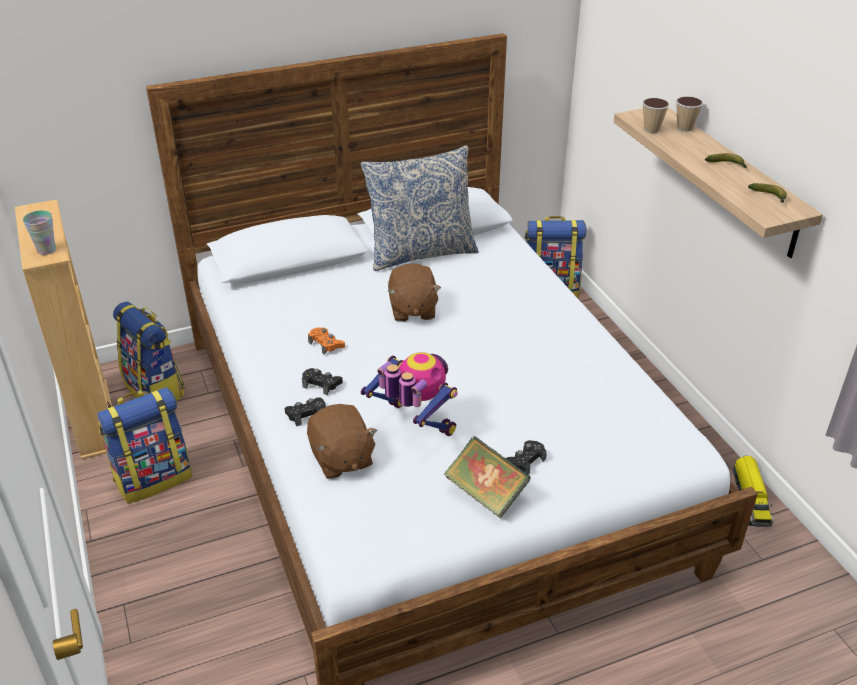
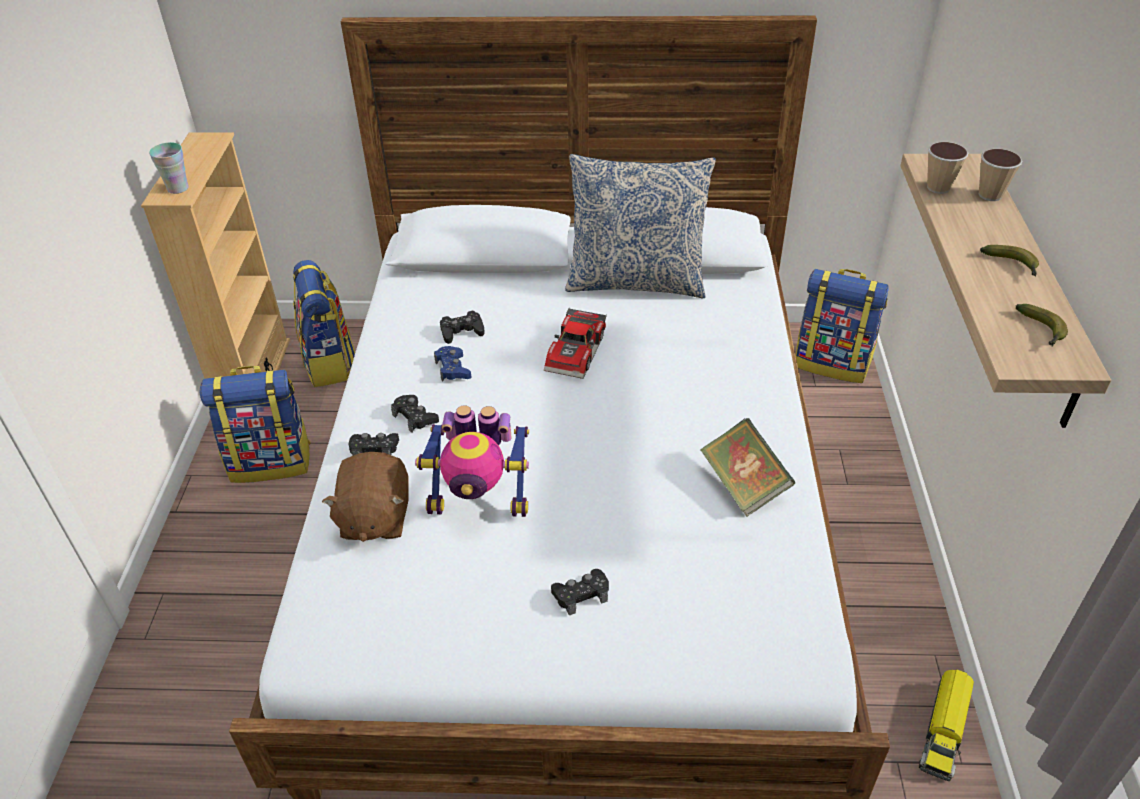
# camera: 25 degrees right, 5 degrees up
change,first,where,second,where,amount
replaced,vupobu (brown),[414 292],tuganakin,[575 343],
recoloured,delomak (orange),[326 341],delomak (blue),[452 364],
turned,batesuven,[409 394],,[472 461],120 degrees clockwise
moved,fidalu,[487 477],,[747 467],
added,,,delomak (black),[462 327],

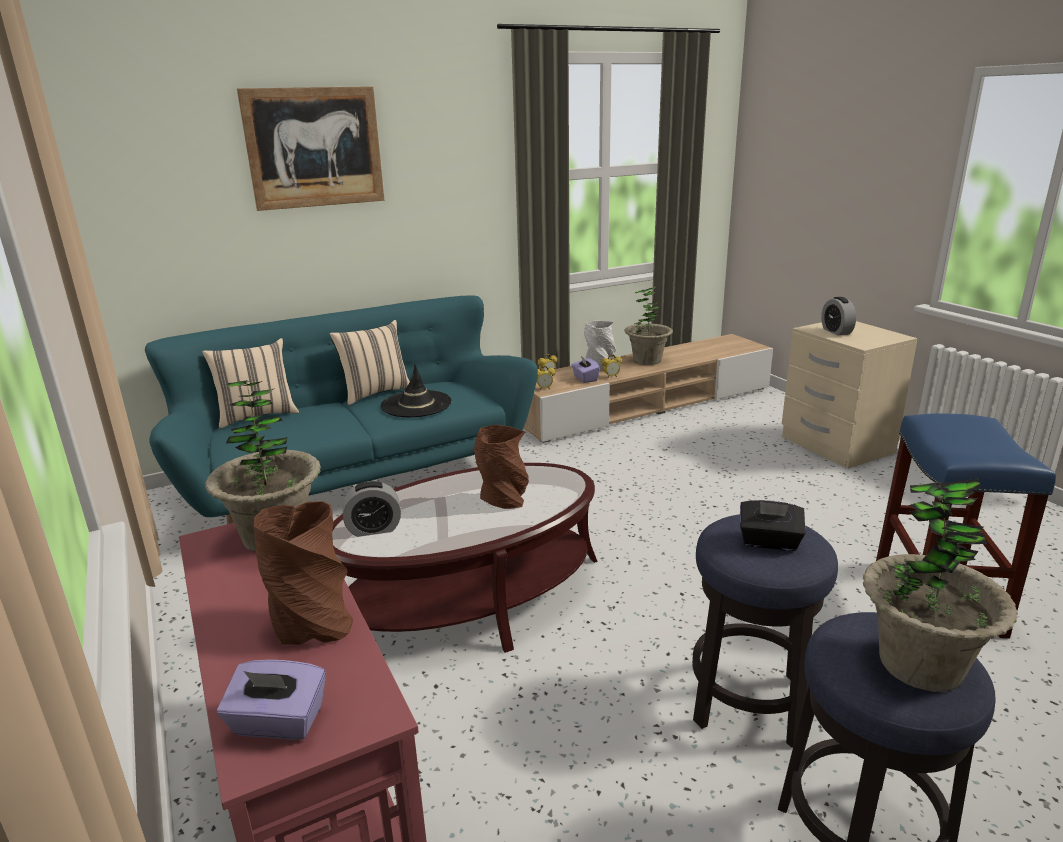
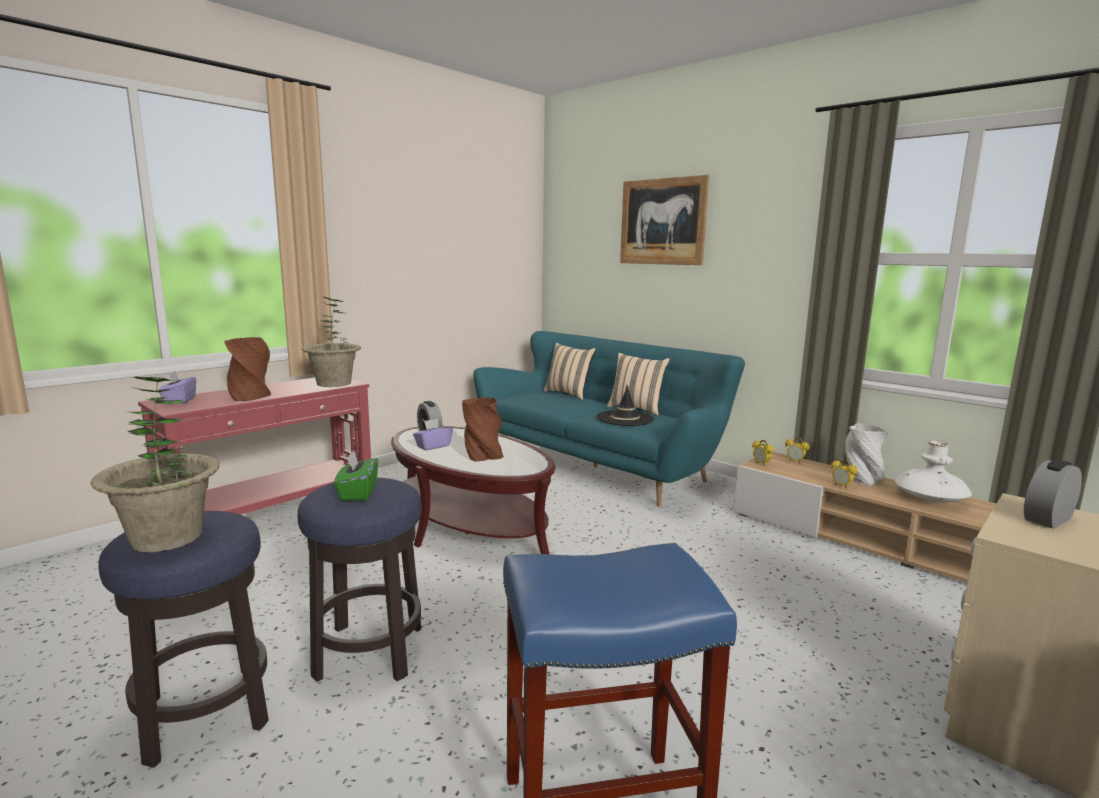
# camera: 70 degrees right, 10 degrees down
change,first,where,second,where,amount
replaced,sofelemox,[649 326],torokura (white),[933 471],
moved,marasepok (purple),[586 369],,[433 434],
recoloured,marasepok (black),[773 525],marasepok (green),[356 475],

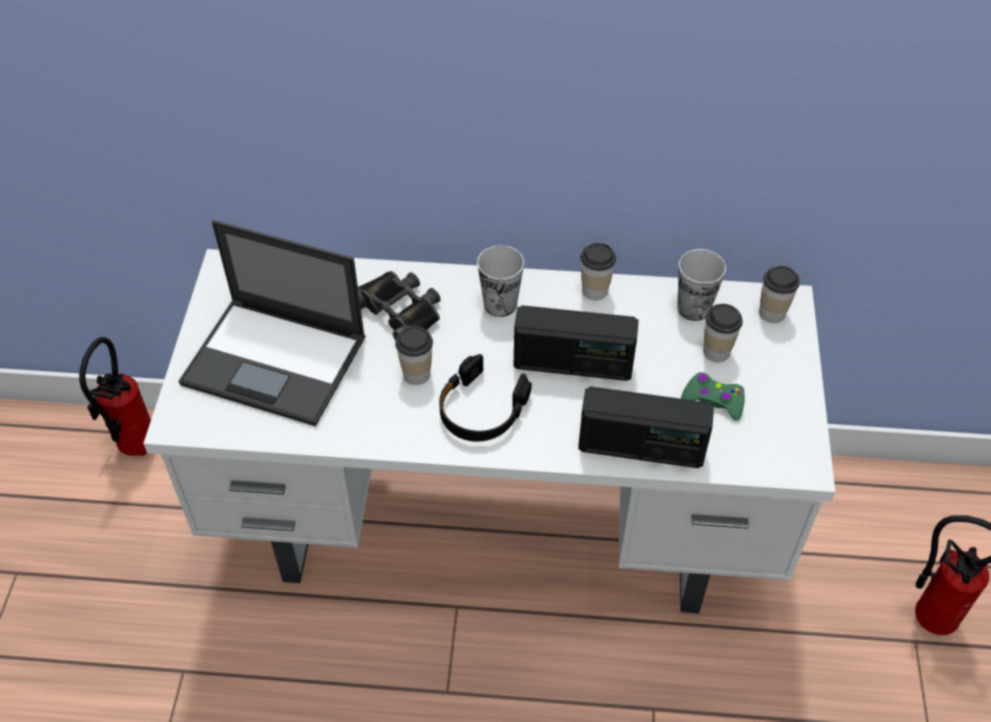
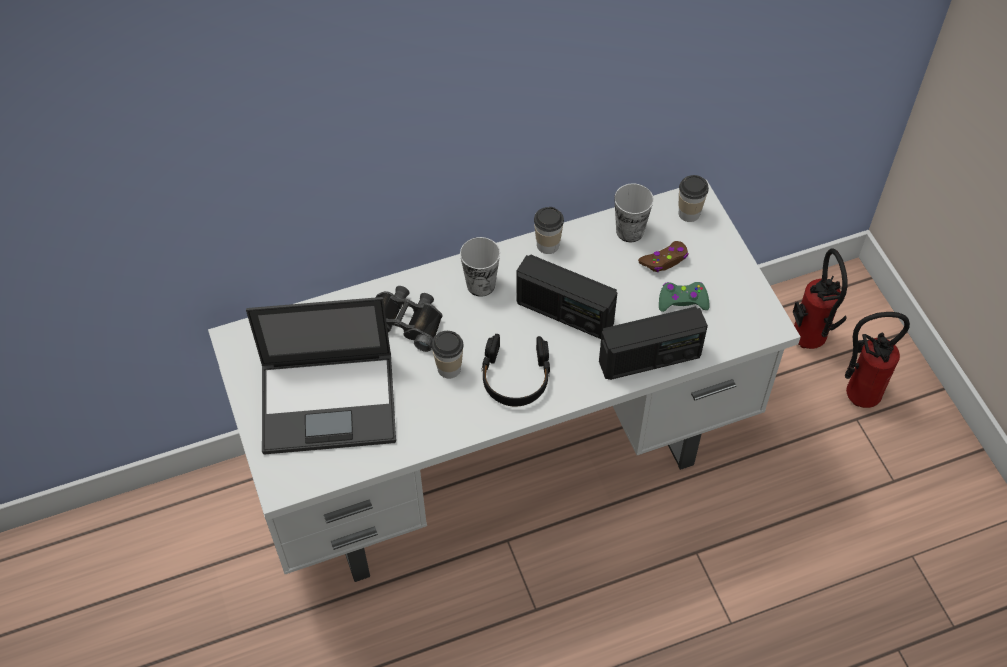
# camera: 25 degrees left, 5 degrees up
change,first,where,second,where,amount
replaced,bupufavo,[723 333],delomak (brown),[663 256],
turned,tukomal,[576 343],,[566 297],45 degrees clockwise
moved,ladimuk,[115 396],,[820 299],

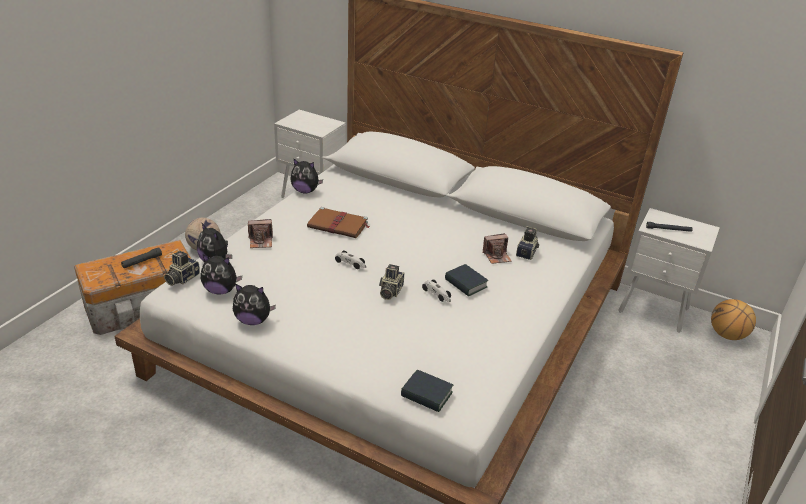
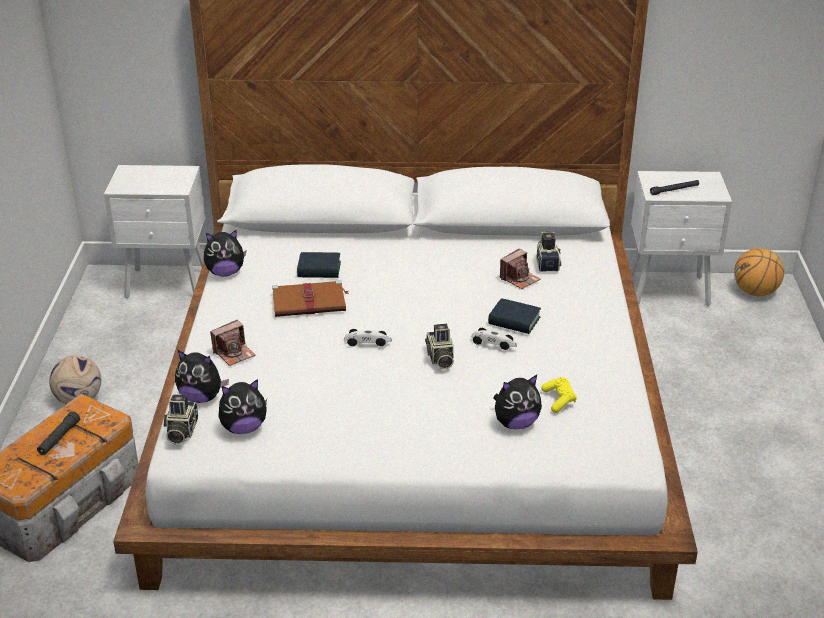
# camera: 25 degrees left, 0 degrees up
change,first,where,second,where,amount
moved,vupobu,[254 304],,[517 402],
moved,fidalu,[427 391],,[319 265],
added,,,delomak (yellow),[559 395],

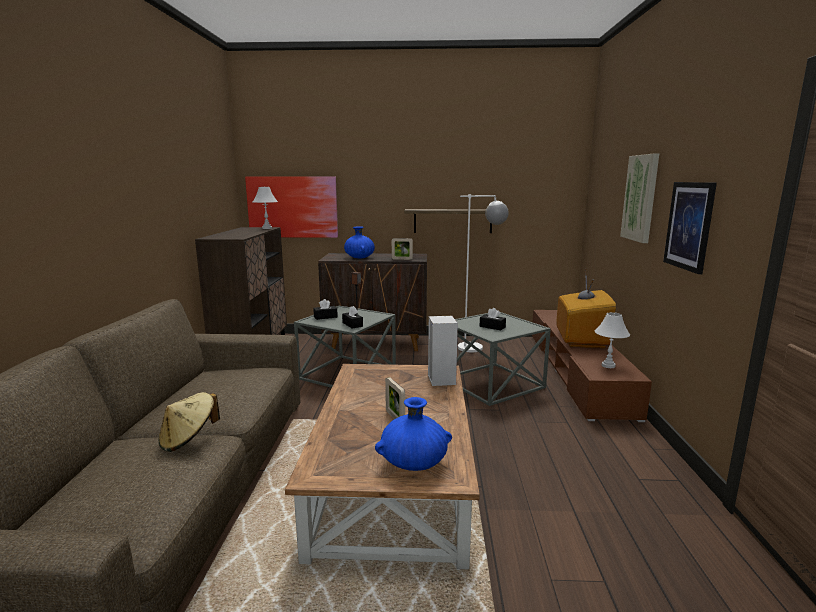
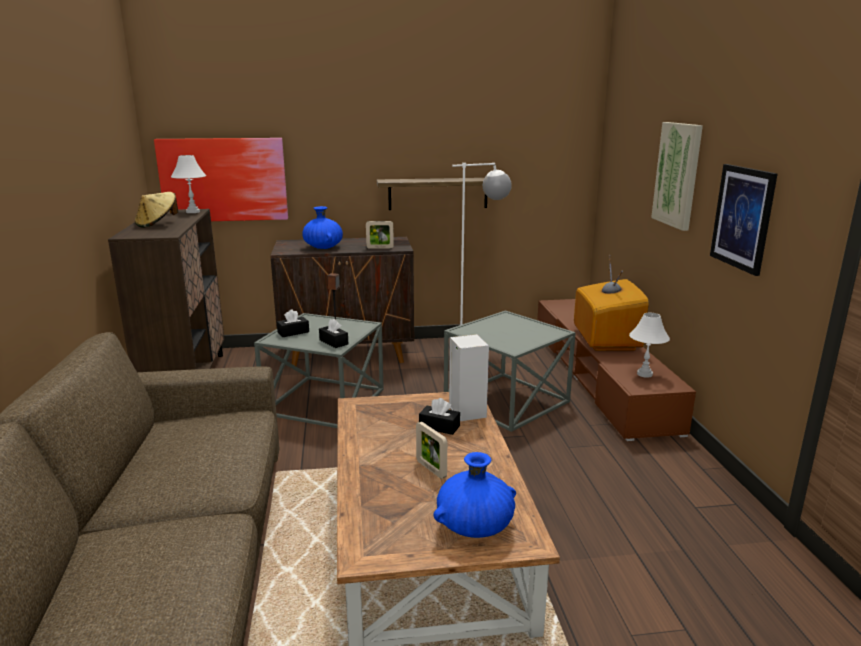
# camera: 10 degrees left, 5 degrees up
change,first,where,second,where,amount
moved,marasepok (black),[493 319],,[439 416],
moved,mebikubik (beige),[189 422],,[156 210],

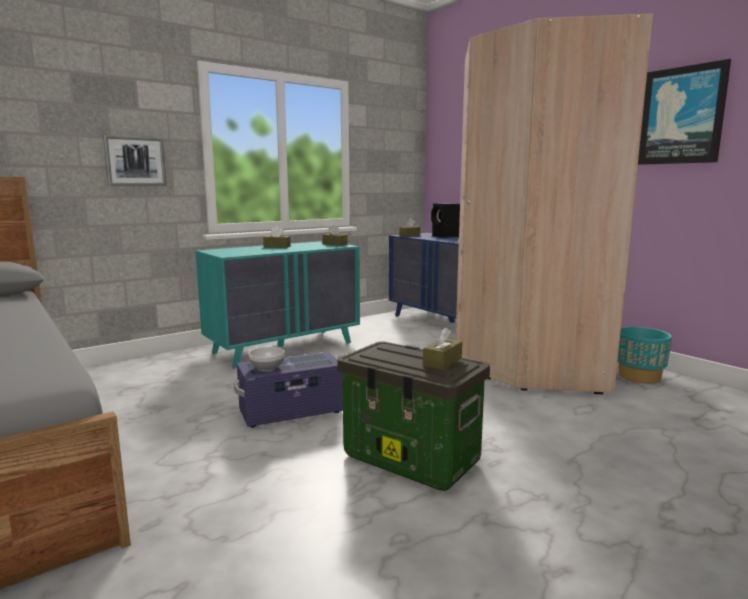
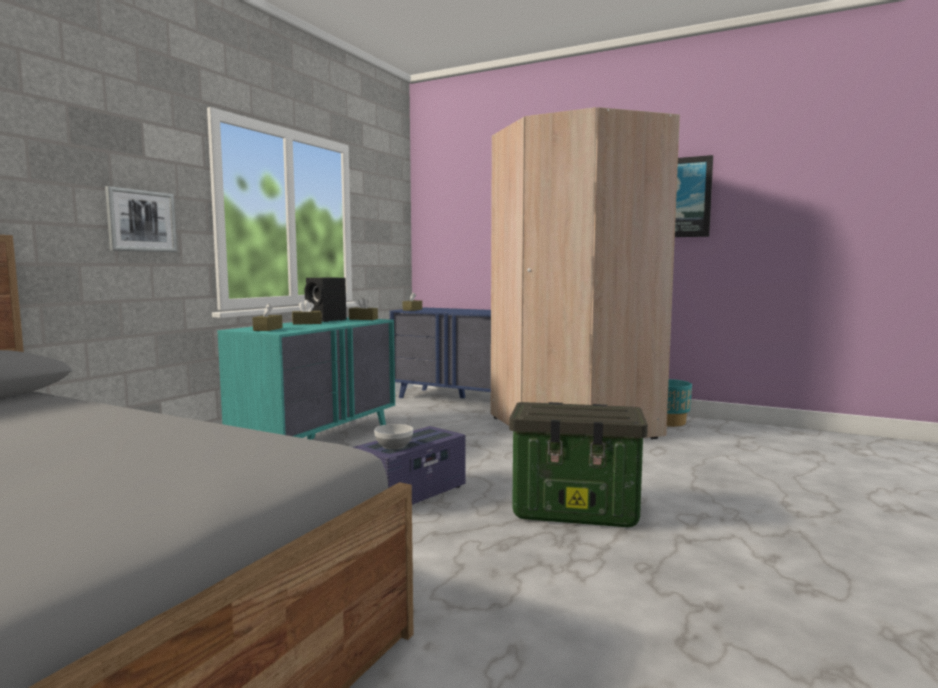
# camera: 25 degrees left, 5 degrees down
change,first,where,second,where,amount
moved,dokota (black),[445 220],,[325 299],
moved,marasepok (brown),[442 348],,[268 317],

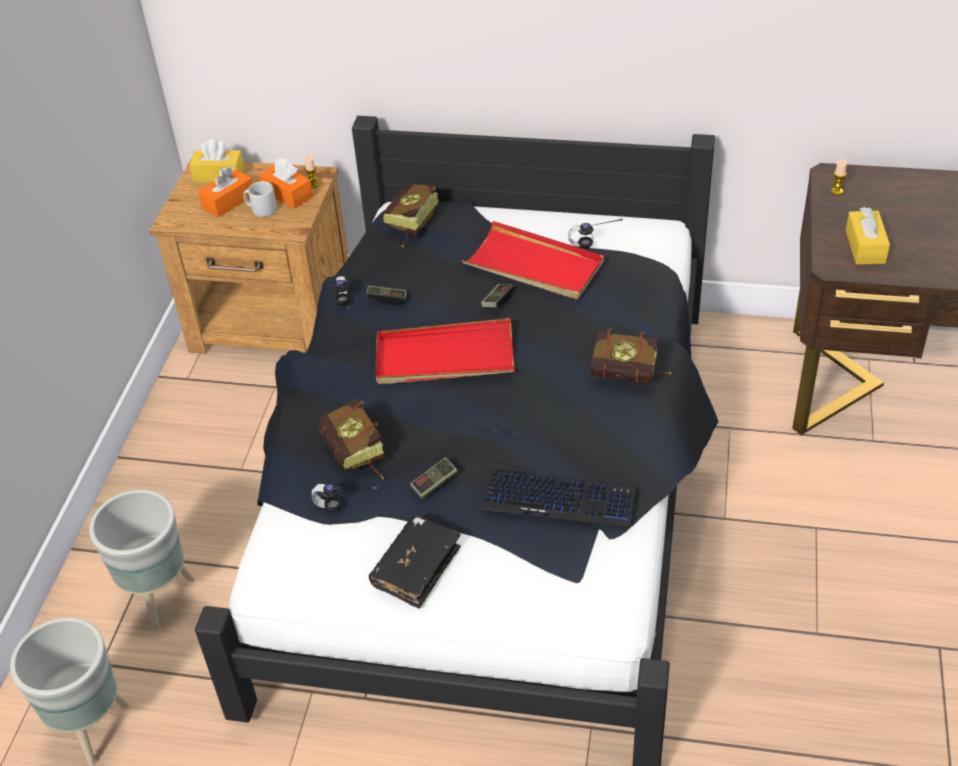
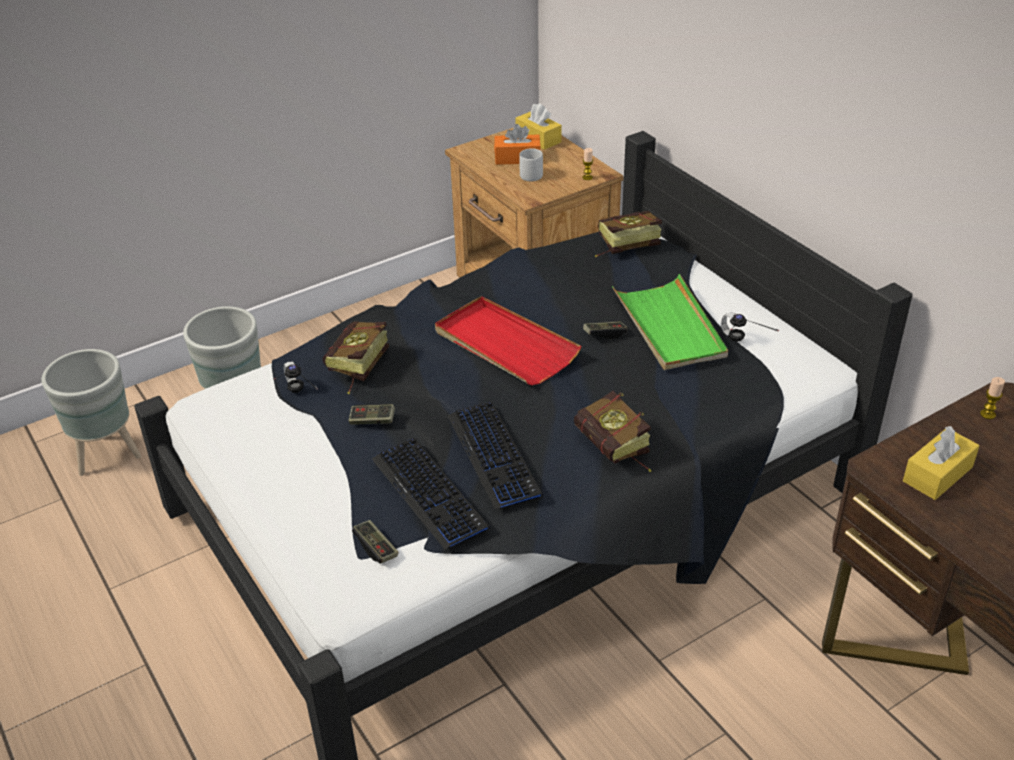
# camera: 45 degrees right, 5 degrees down
change,first,where,second,where,amount
removed,marasepok (orange),[286 183],,,
recoloured,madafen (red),[532 260],madafen (green),[670 322],
removed,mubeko,[335 292],,,
moved,delomak,[386 295],,[375 542],
removed,fidalu (black),[415 562],,,
added,,,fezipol,[495 455],

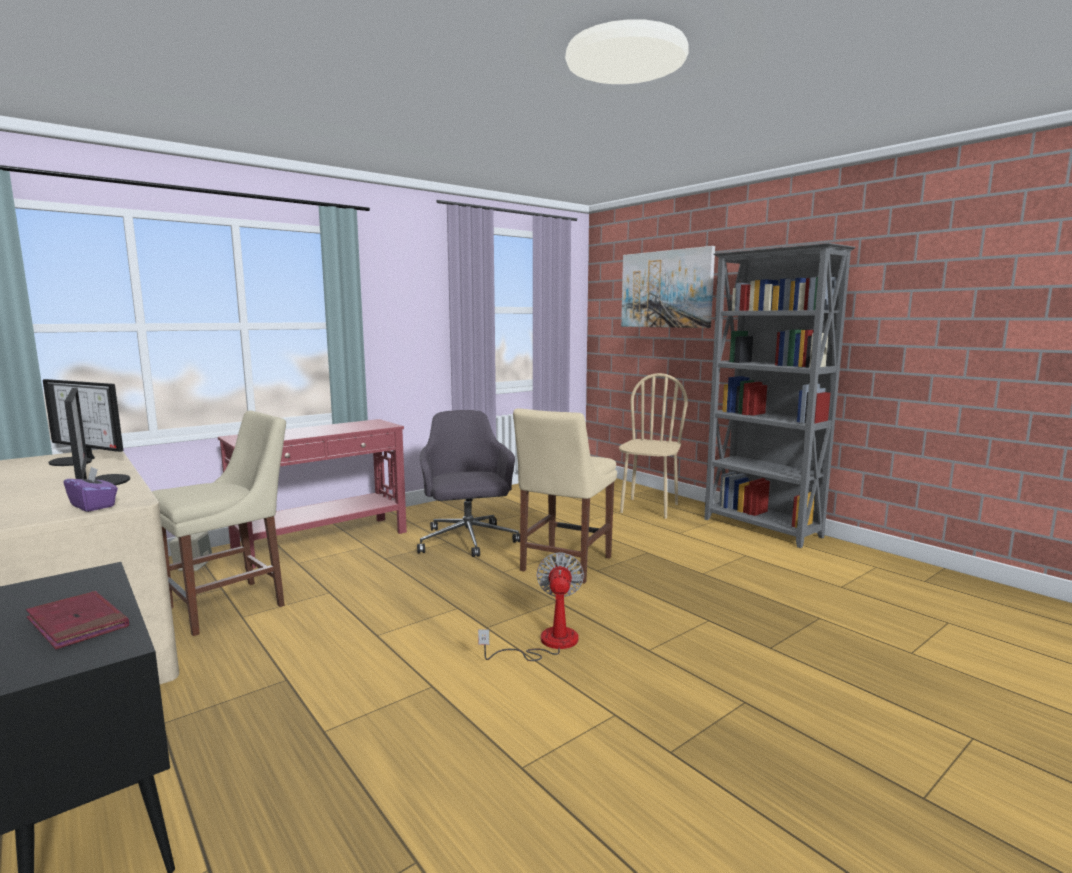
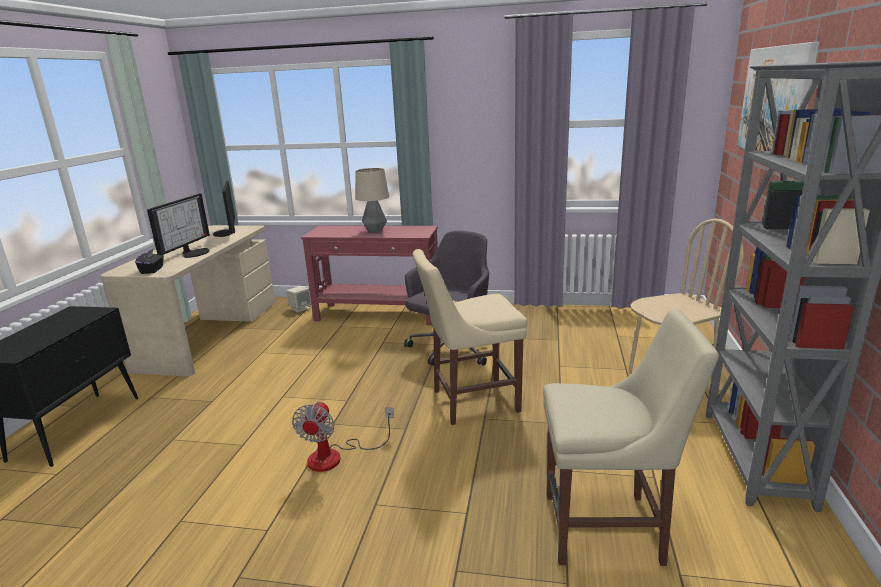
# camera: 50 degrees right, 10 degrees up
change,first,where,second,where,amount
moved,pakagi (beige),[219 523],,[631 437],
recoloured,marasepok (purple),[90 489],marasepok (black),[149 261],
turned,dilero,[531 606],,[343 436],135 degrees clockwise
removed,fidalu (red),[77 620],,,
added,,,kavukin,[372 200],

